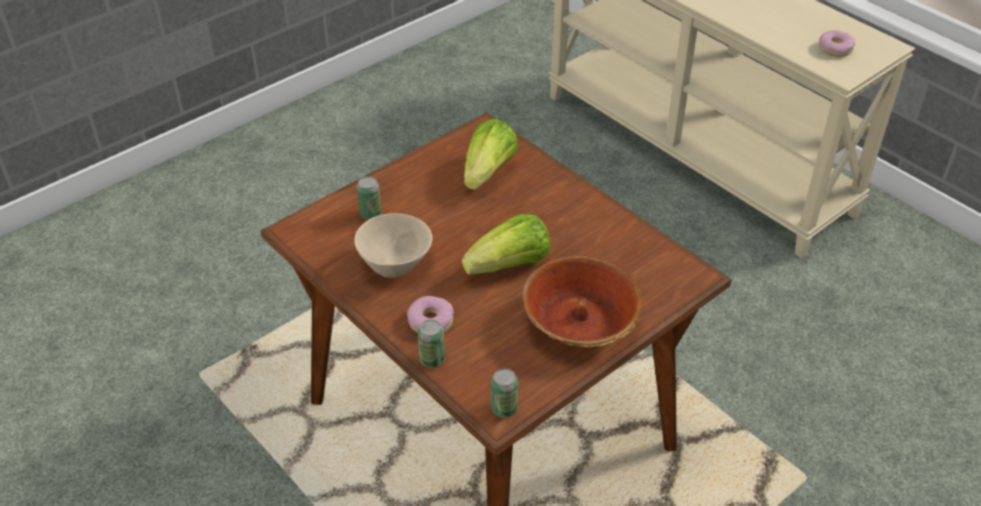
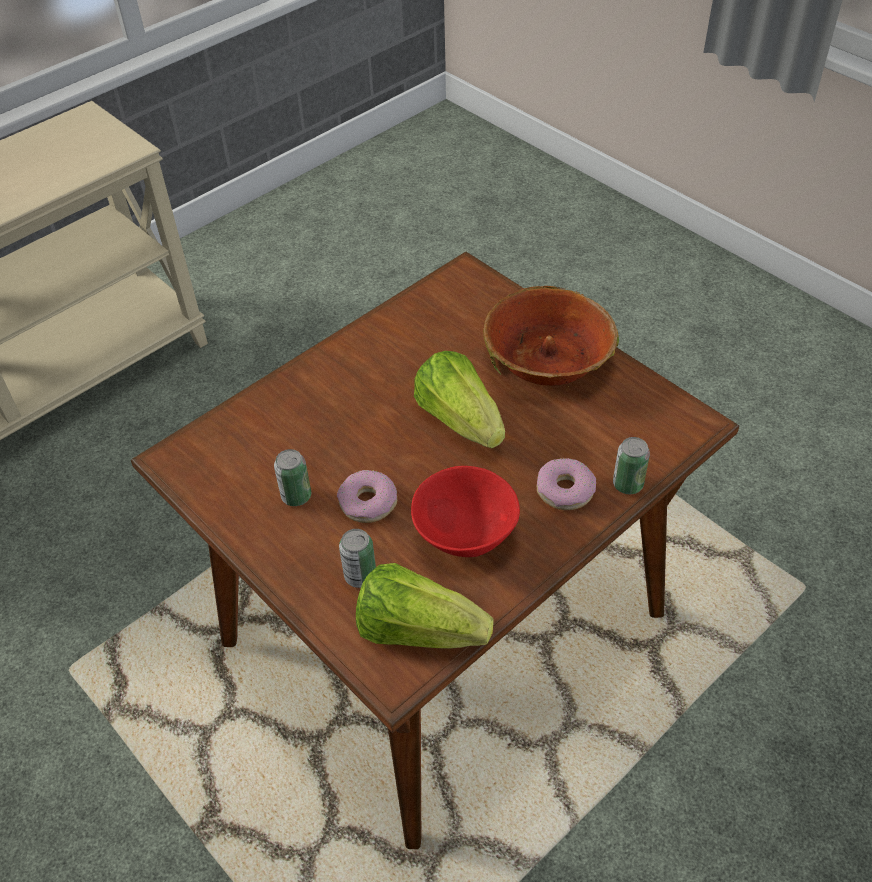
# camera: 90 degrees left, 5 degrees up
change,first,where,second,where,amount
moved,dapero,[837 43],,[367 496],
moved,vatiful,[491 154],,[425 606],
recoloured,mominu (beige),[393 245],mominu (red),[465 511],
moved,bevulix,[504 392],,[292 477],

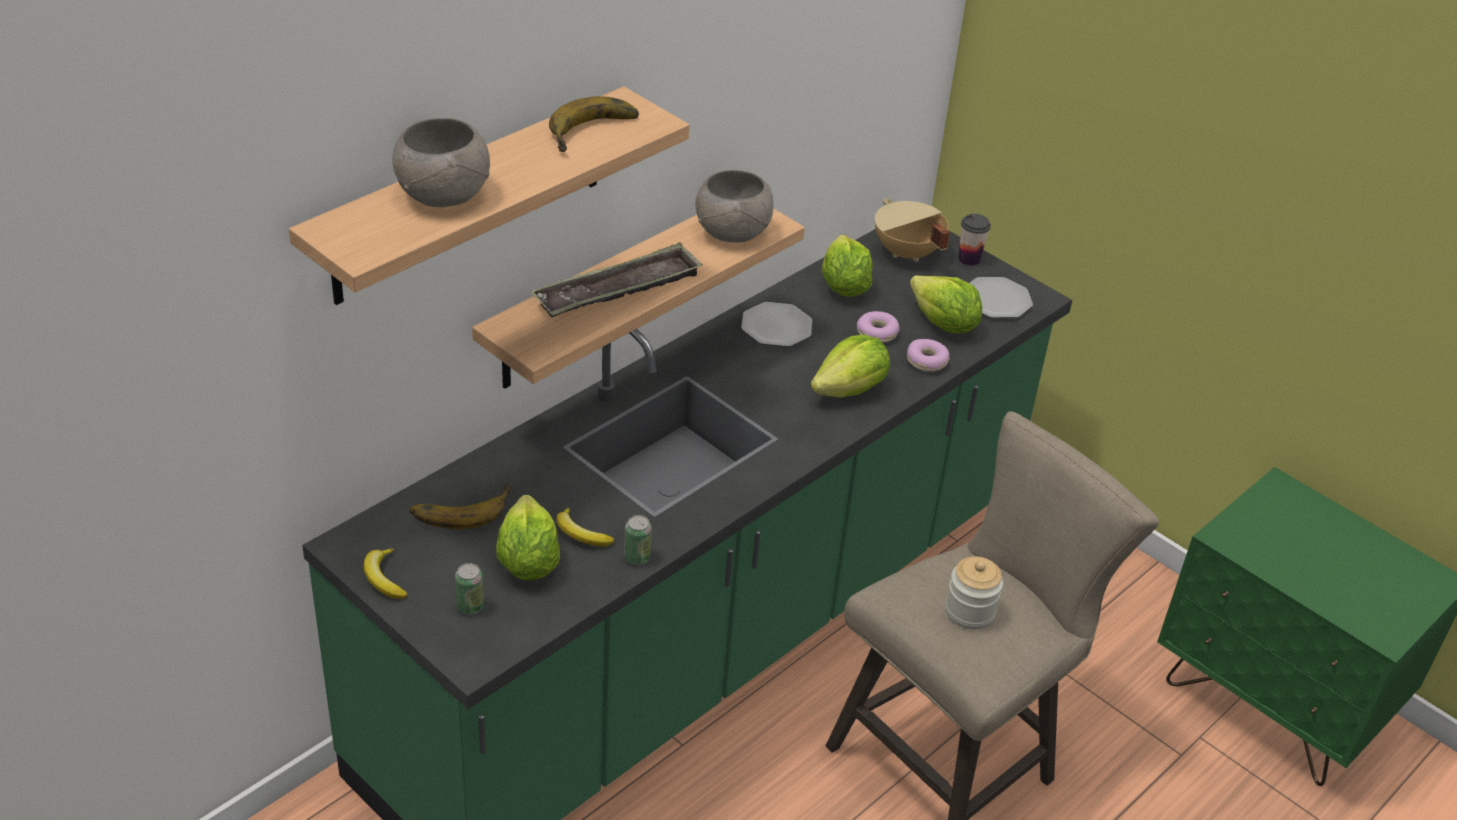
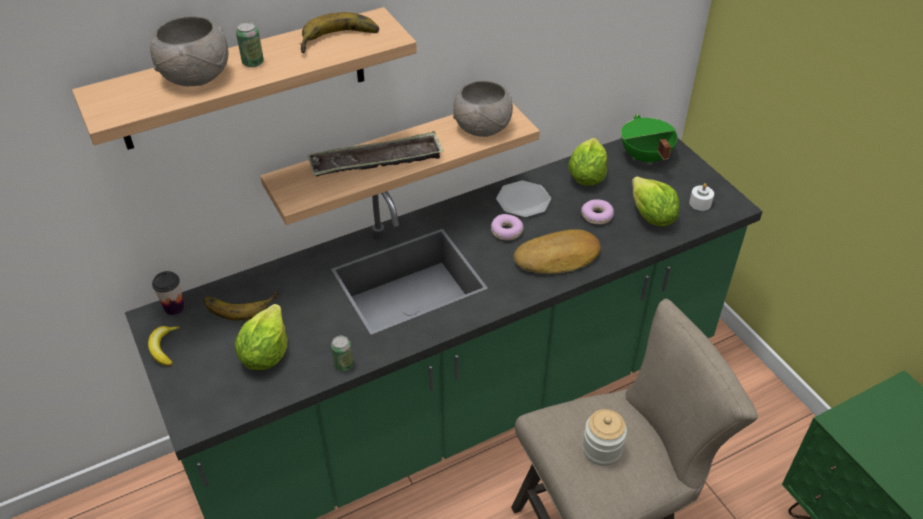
# camera: 20 degrees right, 5 degrees up
change,first,where,second,where,amount
recoloured,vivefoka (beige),[912 230],vivefoka (green),[649 139],
moved,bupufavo,[974 240],,[168 293],
replaced,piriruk,[1001 297],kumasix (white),[701 197],
replaced,vatiful,[850 366],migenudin,[557 251],
moved,dapero,[928 355],,[507 227],
removed,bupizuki,[585 527],,,
moved,bevulix,[469 589],,[250 44],

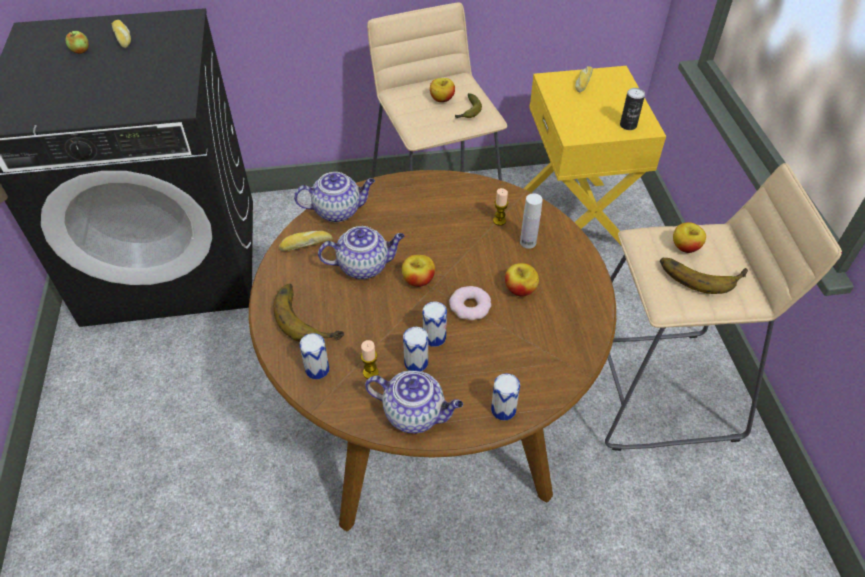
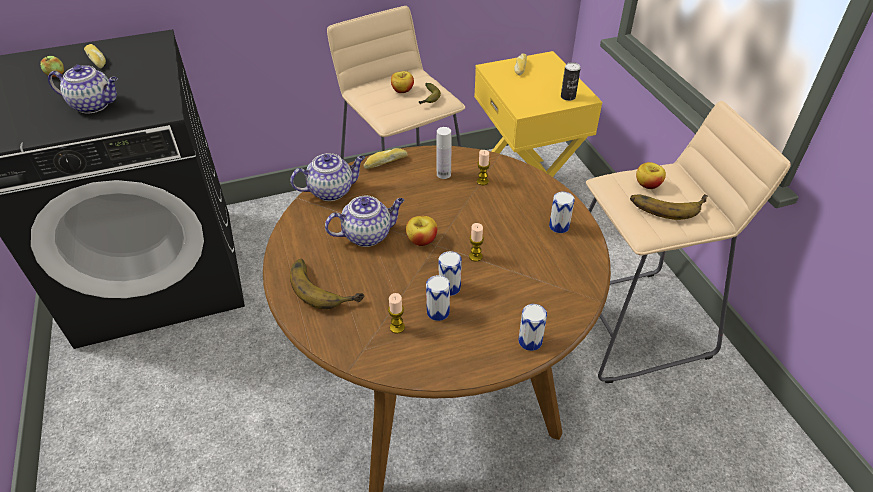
# camera: 10 degrees left, 5 degrees down
change,first,where,second,where,amount
moved,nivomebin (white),[531 221],,[444 153],
moved,migenudin,[306 241],,[386 158],
removed,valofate,[522 280],,,
replaced,dapero,[470 303],kumasix,[476 242],
moved,bevulix,[314 356],,[562 212],
moved,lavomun,[414 402],,[83 89],

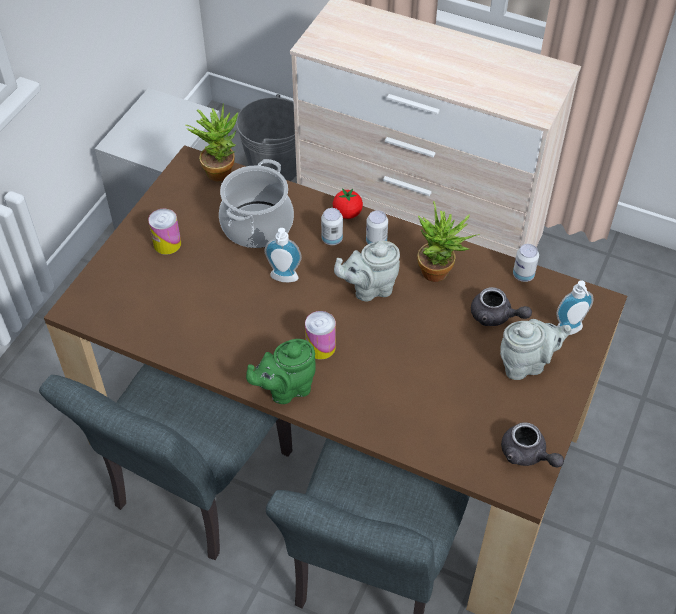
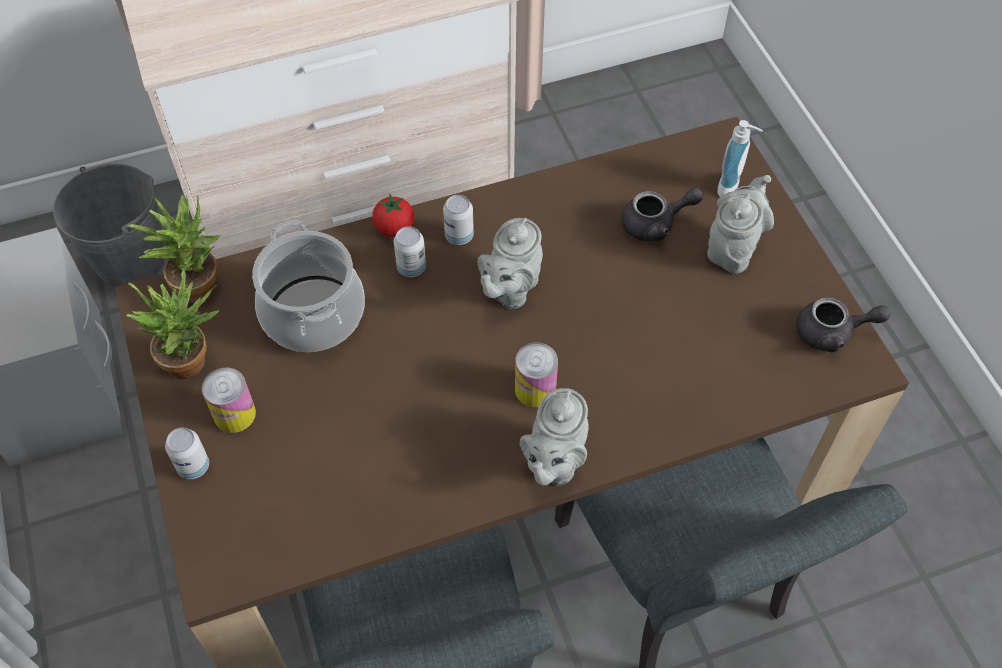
# camera: 45 degrees left, 5 degrees up
change,first,where,second,where,amount
moved,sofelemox,[448 241],,[173 323],
removed,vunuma,[283 255],,,
moved,bevulix,[526 263],,[187 453],
recoloured,lavomun (green),[281 371],lavomun (grey),[554 437],

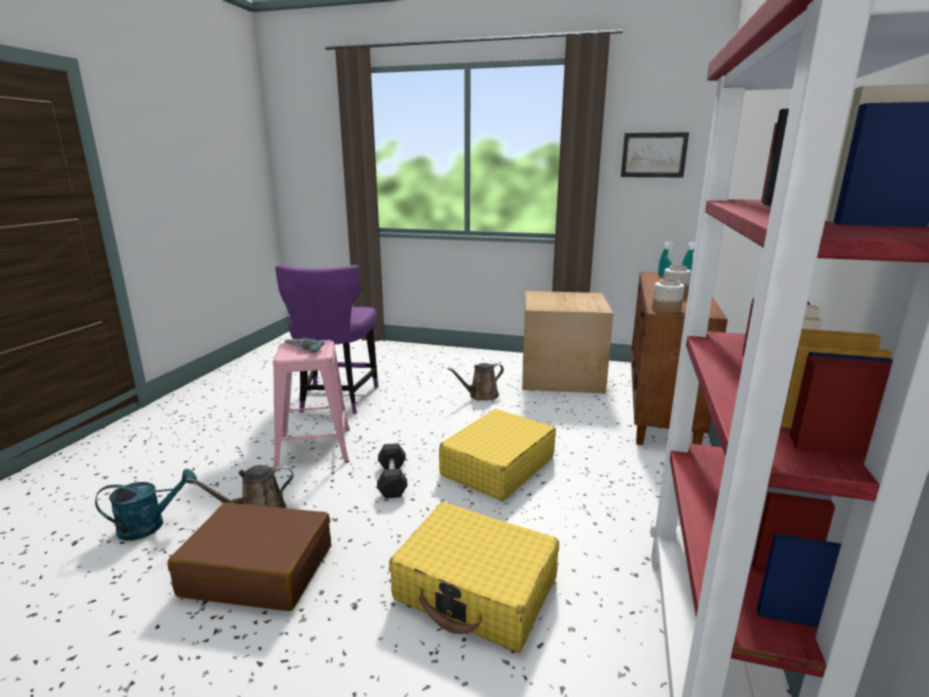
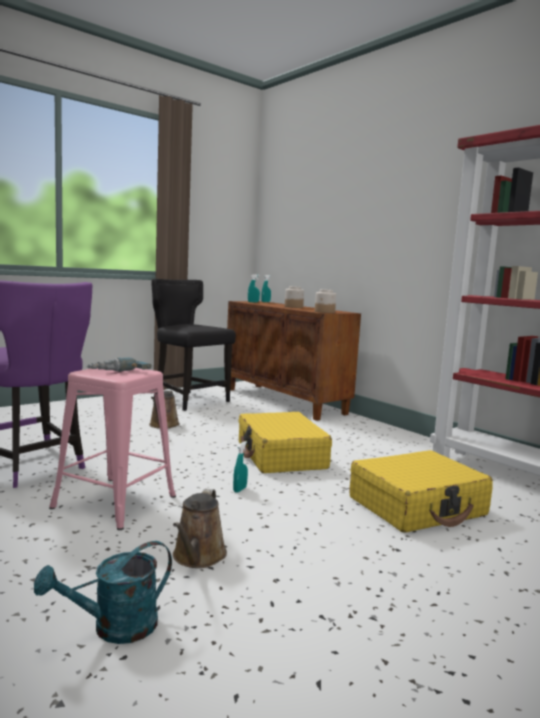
# camera: 55 degrees left, 10 degrees down
change,first,where,second,where,amount
removed,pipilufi,[655 154],,,
replaced,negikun,[567 342],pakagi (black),[194 345],
replaced,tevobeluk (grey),[392 470],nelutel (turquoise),[240 467],
turned,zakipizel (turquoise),[146 505],,[103 592],135 degrees counterclockwise
removed,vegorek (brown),[249 557],,,

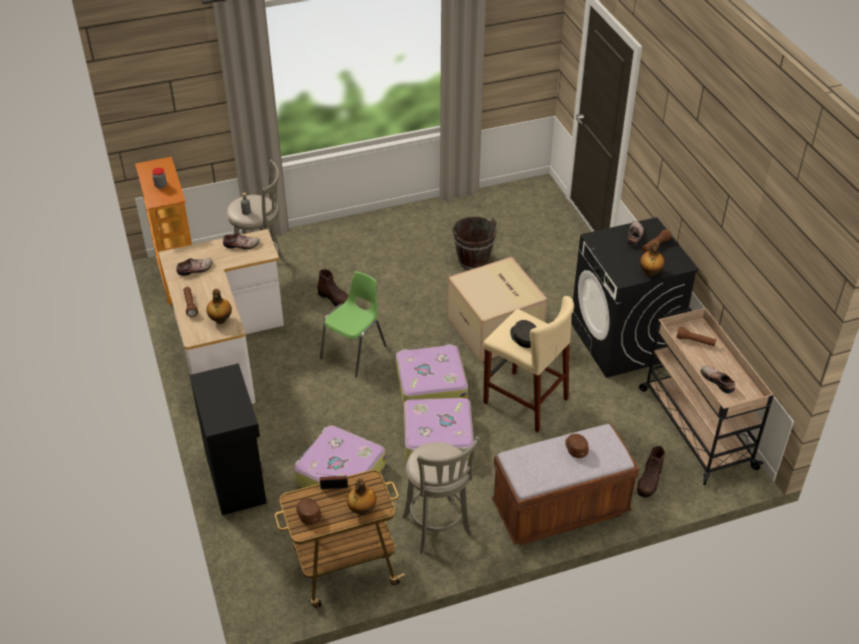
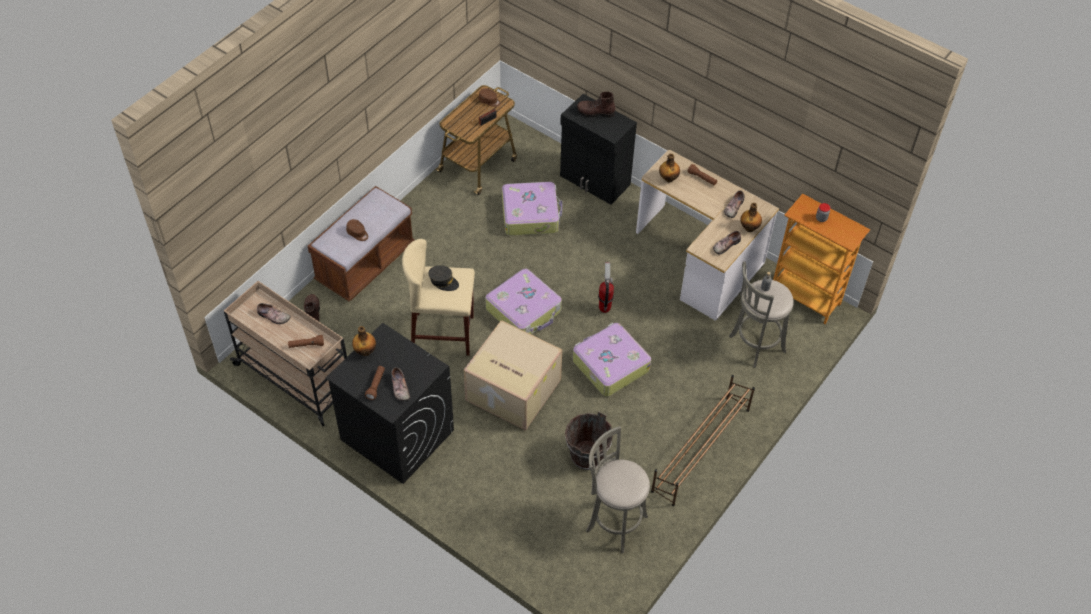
# camera: 145 degrees right, 10 degrees up
change,first,where,second,where,amount
moved,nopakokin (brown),[333 287],,[596 105],
replaced,pakagi (green),[353 324],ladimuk,[606 287],
moved,vegorek,[439 429],,[612 360],
moved,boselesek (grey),[441 494],,[618 489],
moved,nivomebin,[361 496],,[751 217],
added,,,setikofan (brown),[703 440],

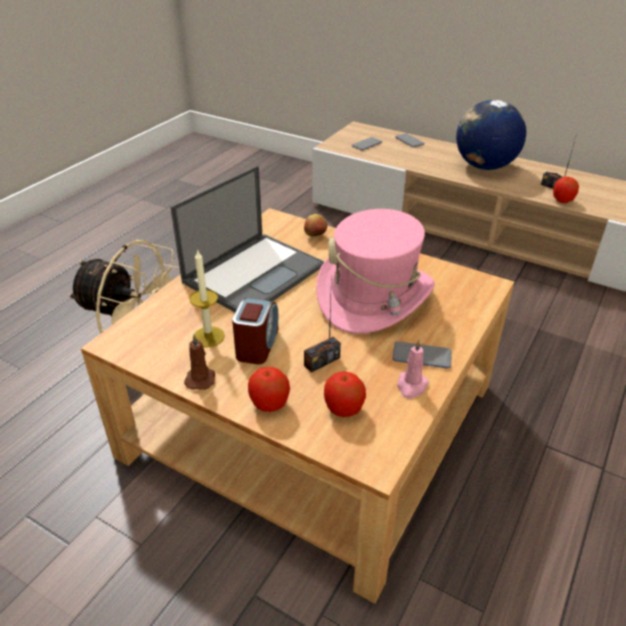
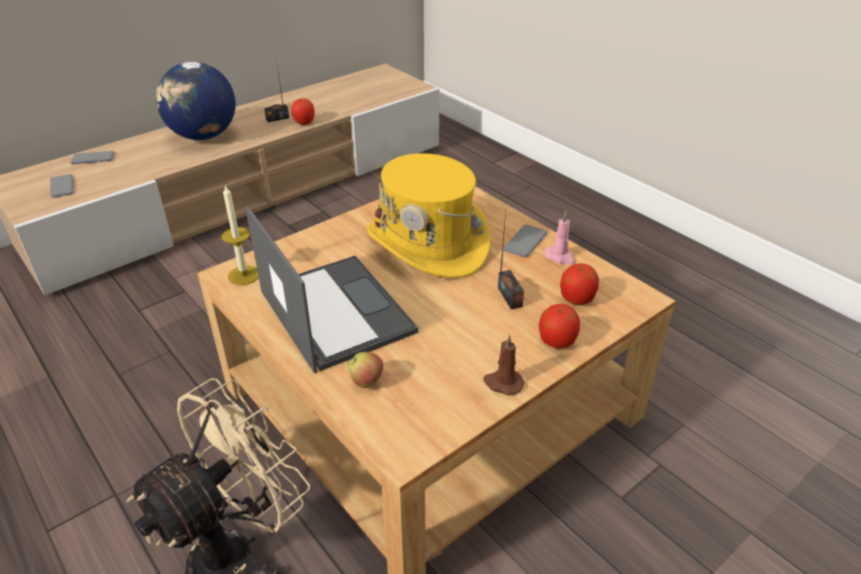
# camera: 70 degrees left, 0 degrees up
change,first,where,second,where,amount
recoloured,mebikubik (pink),[375 271],mebikubik (yellow),[428 215],
moved,valofate,[315 225],,[366 370],
moved,kumasix,[207 298],,[240 235],
removed,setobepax,[255 331],,,

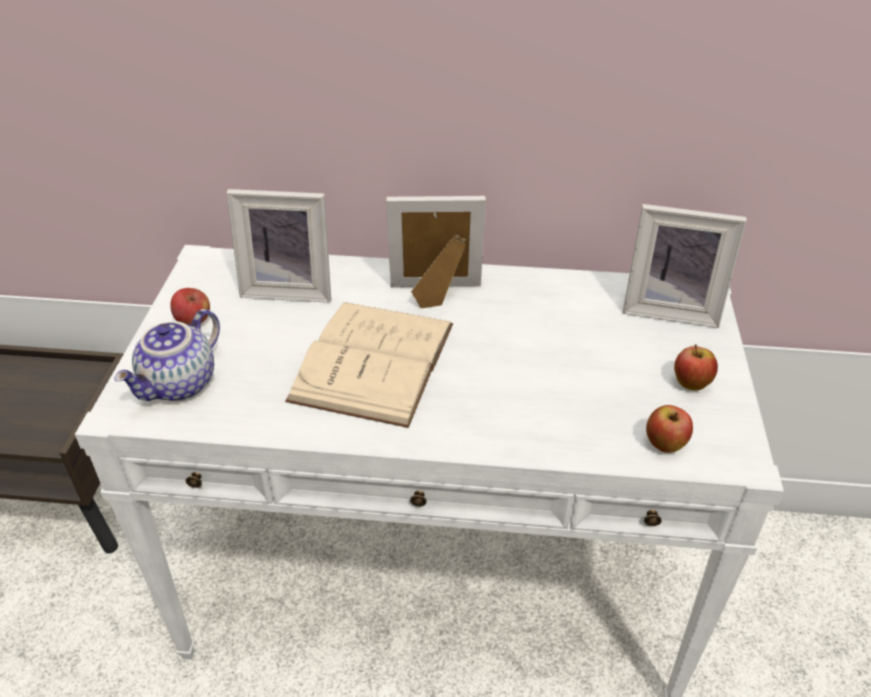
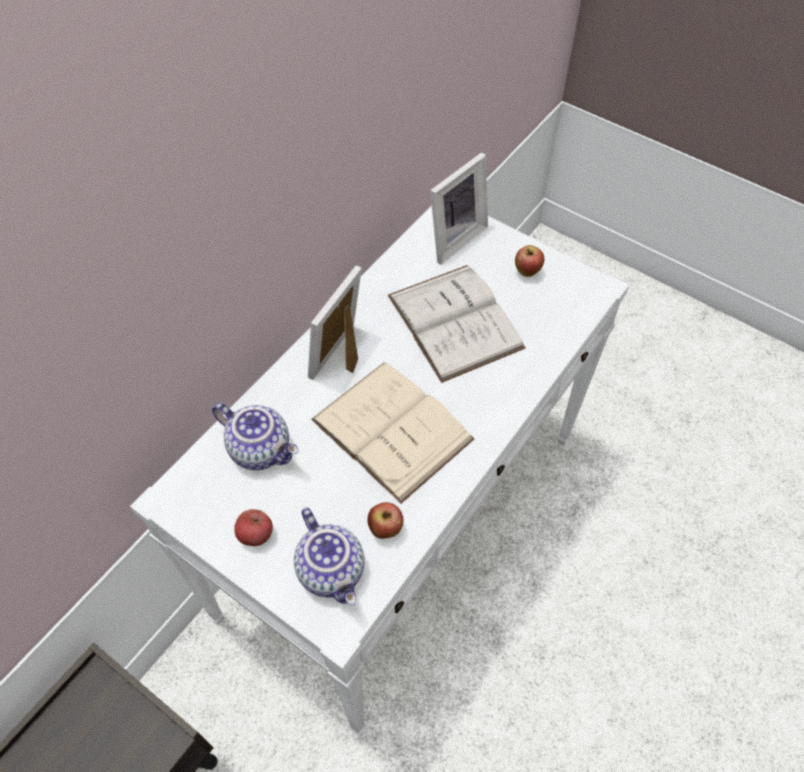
# camera: 60 degrees left, 15 degrees up
change,first,where,second,where,amount
replaced,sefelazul,[278 245],lavomun,[255 436],
moved,valofate,[669 429],,[386 520],
added,,,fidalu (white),[457 324],

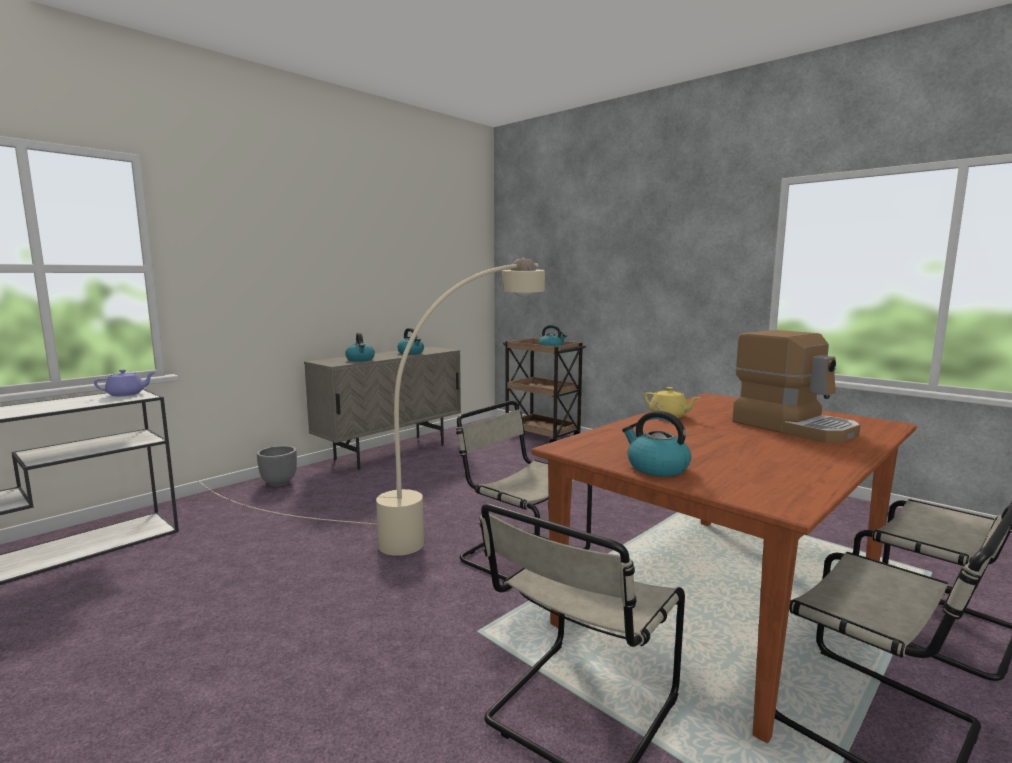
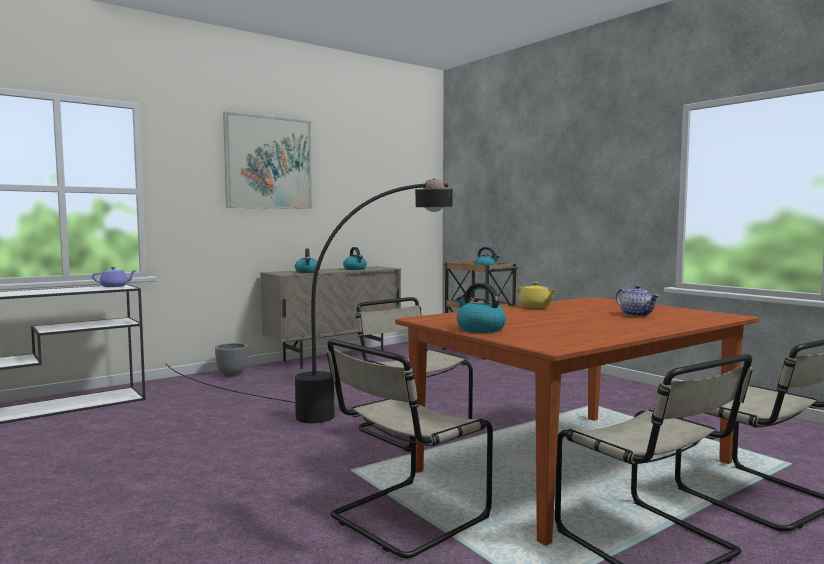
# camera: 10 degrees right, 5 degrees down
change,first,where,second,where,amount
recoloured,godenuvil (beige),[371 407],godenuvil (black),[309 300],
replaced,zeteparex,[796 386],lavomun,[637 301],
added,,,pipilufi,[267 160],

